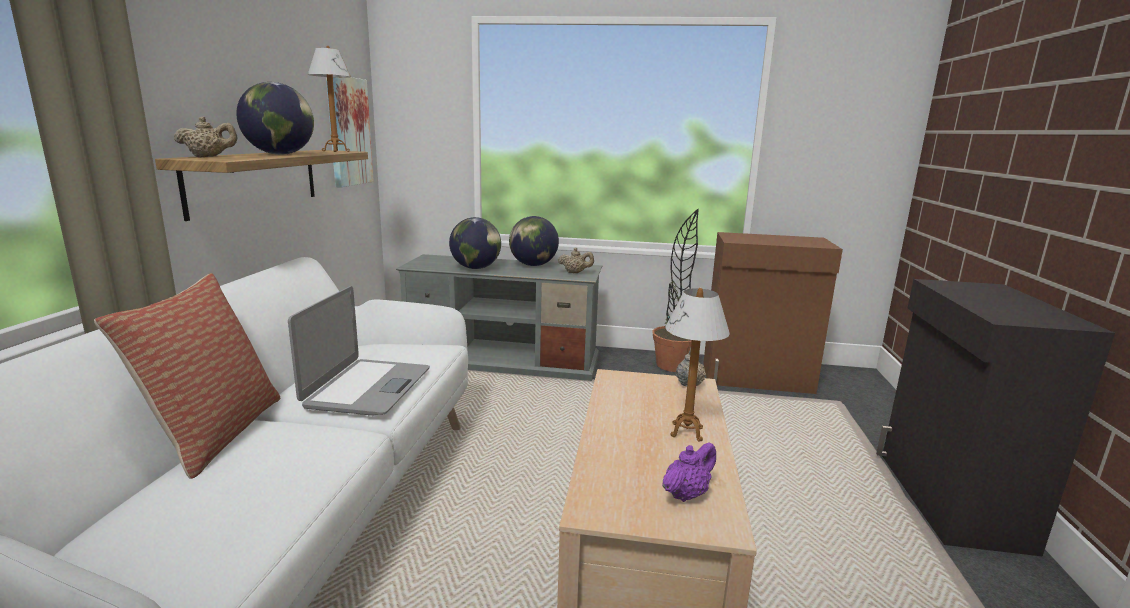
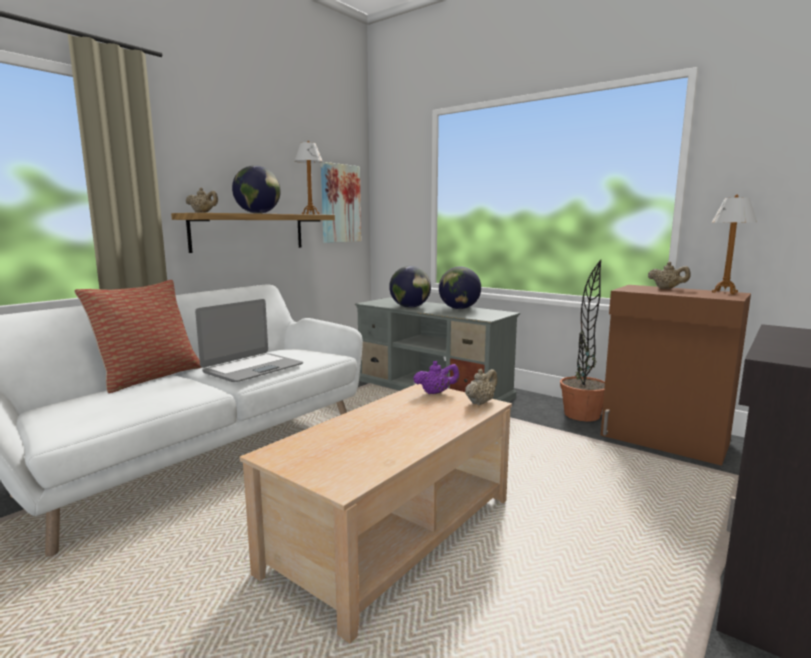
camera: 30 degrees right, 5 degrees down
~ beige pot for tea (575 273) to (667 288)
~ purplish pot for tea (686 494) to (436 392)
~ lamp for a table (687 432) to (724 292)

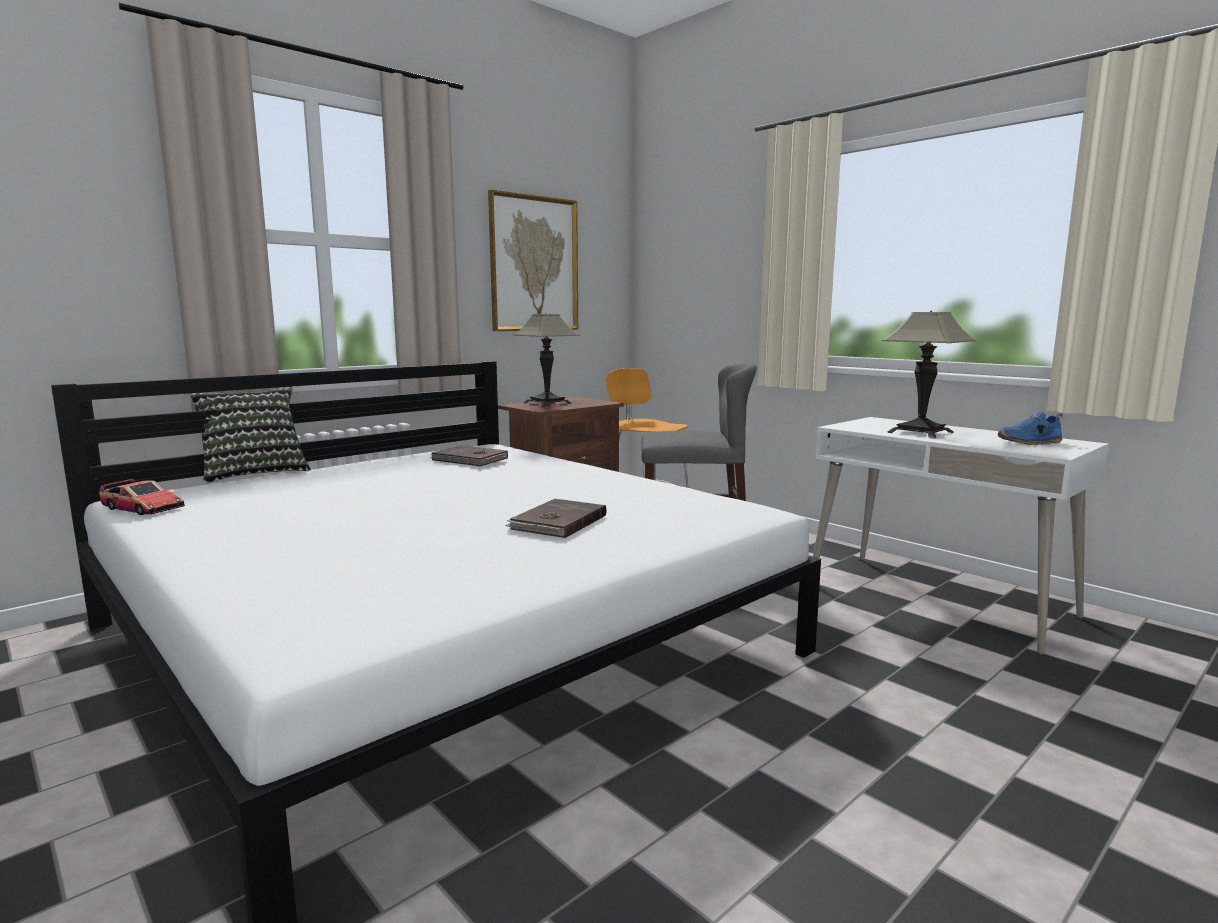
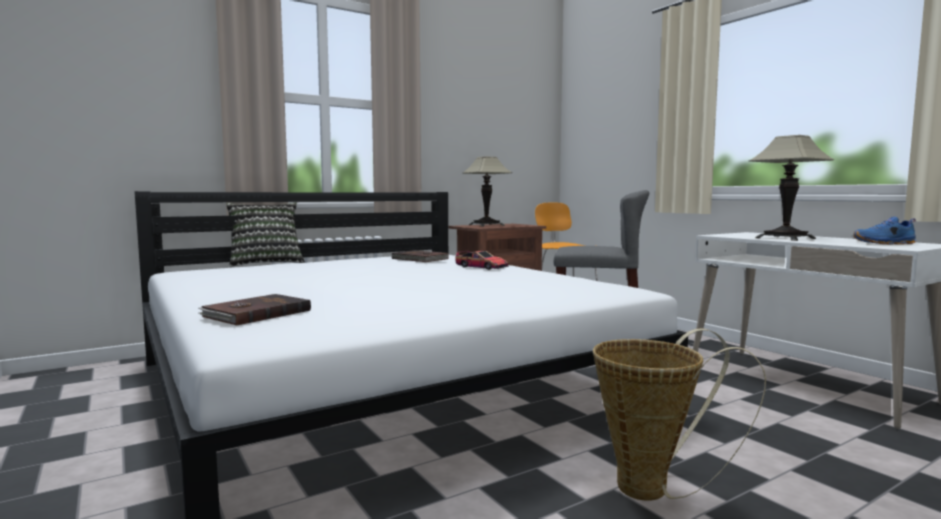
camera: 10 degrees right, 5 degrees down
- wall picture (534 264)
+ basket (654 489)
~ miniature car (143 508) to (482 267)
~ brownish bound book (557 522) to (256 313)

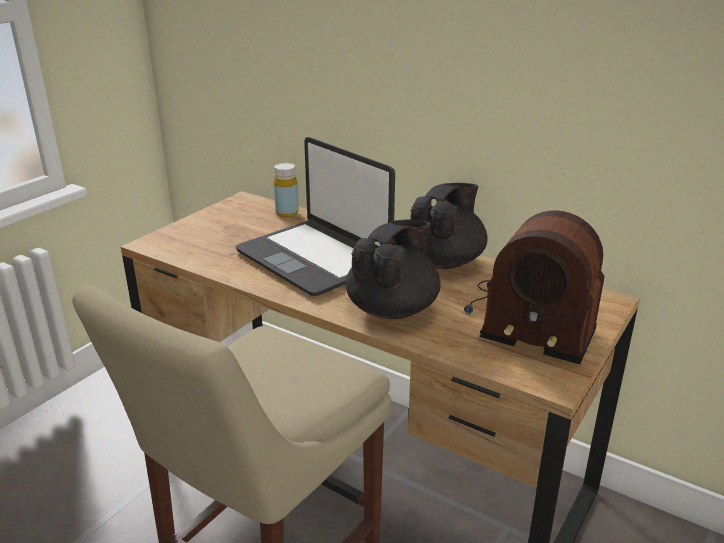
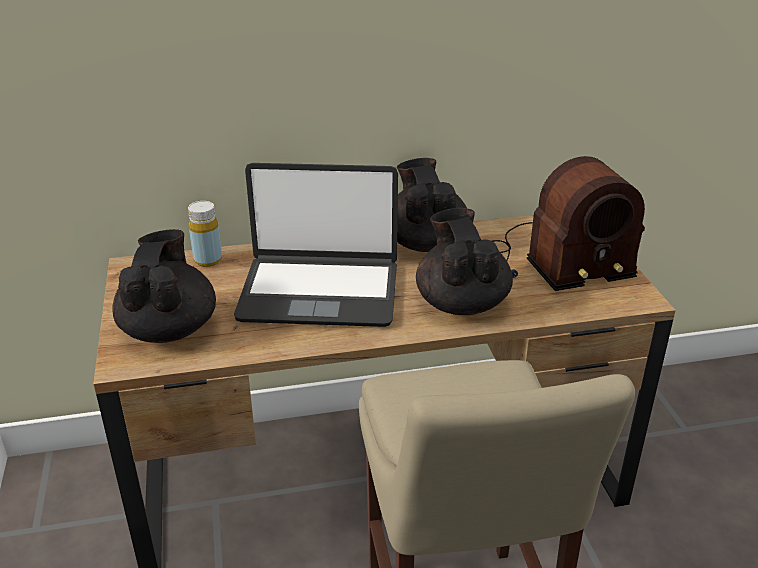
camera: 45 degrees left, 5 degrees up
+ black-coloured pot for tea (169 329)

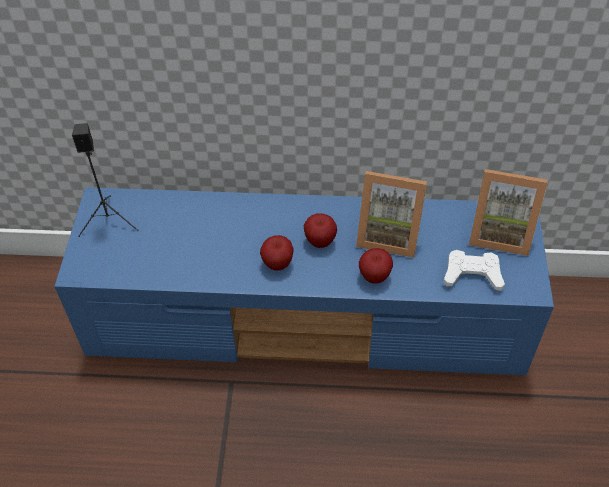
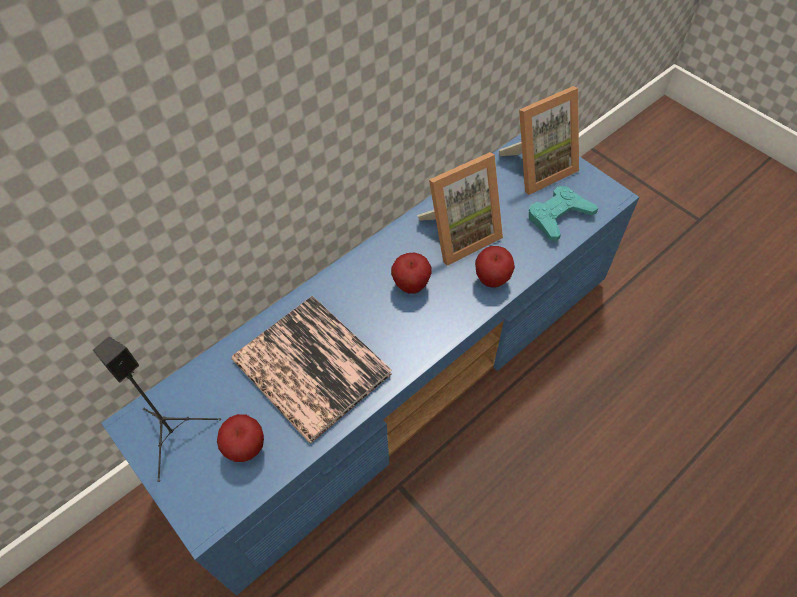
camera: 45 degrees left, 5 degrees up
+ bound book (311 367)
~ apple (277 264) to (246 448)
~ whitish gamepad (472 274) to turquoise gamepad (558 216)

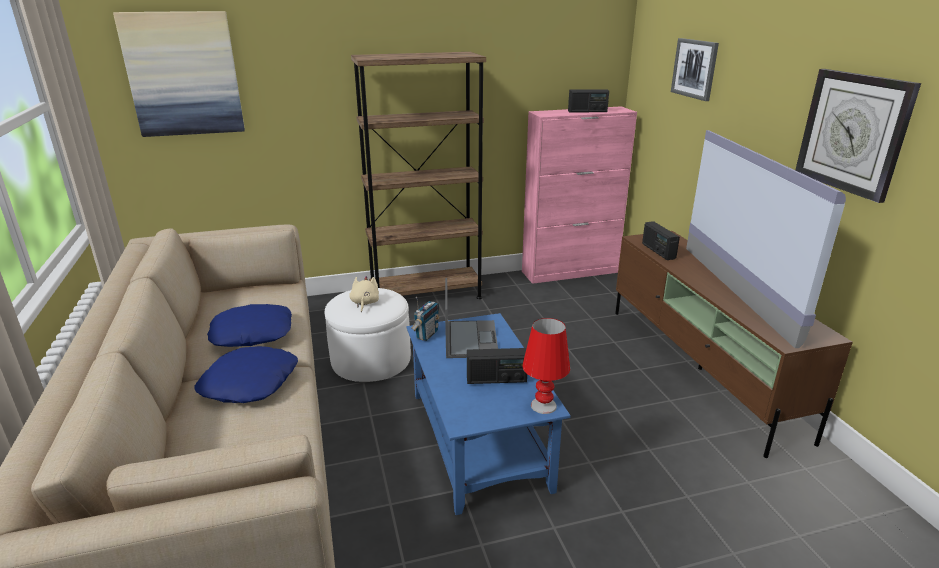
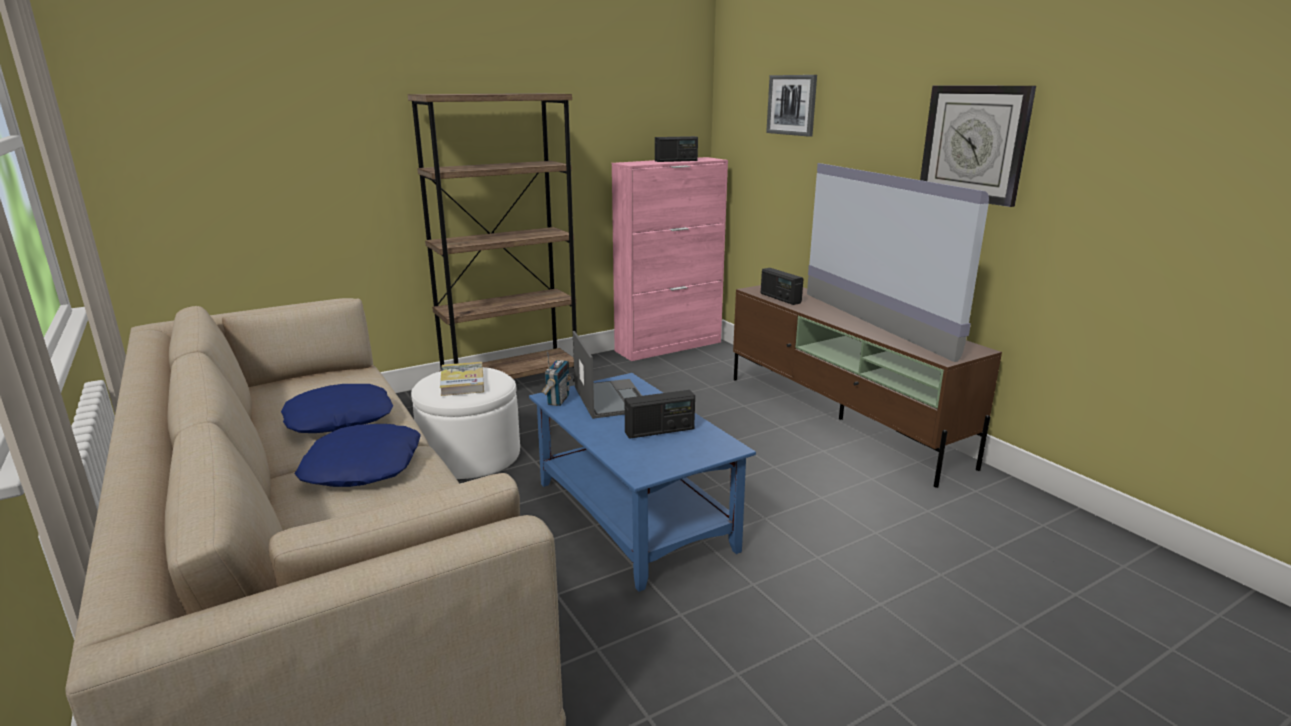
camera: 15 degrees left, 5 degrees down
- wall picture (183 74)
- red lamp for a table (543 406)
~ beige soft toy (364 303) to bound book (462 382)

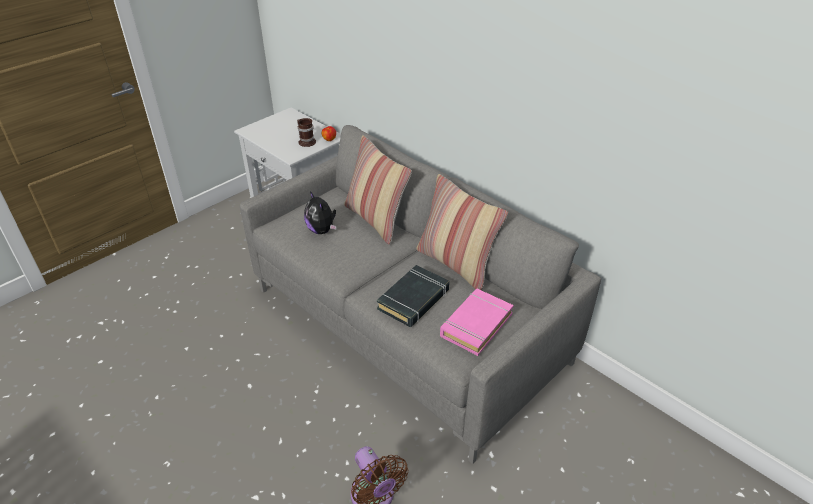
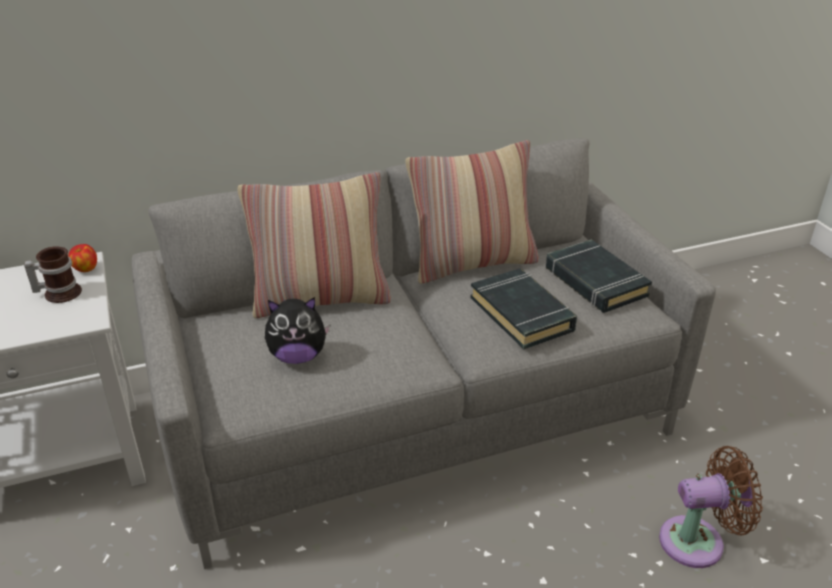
camera: 65 degrees left, 5 degrees down
~ pinkish bound book (476 325) to black-coloured bound book (594 282)

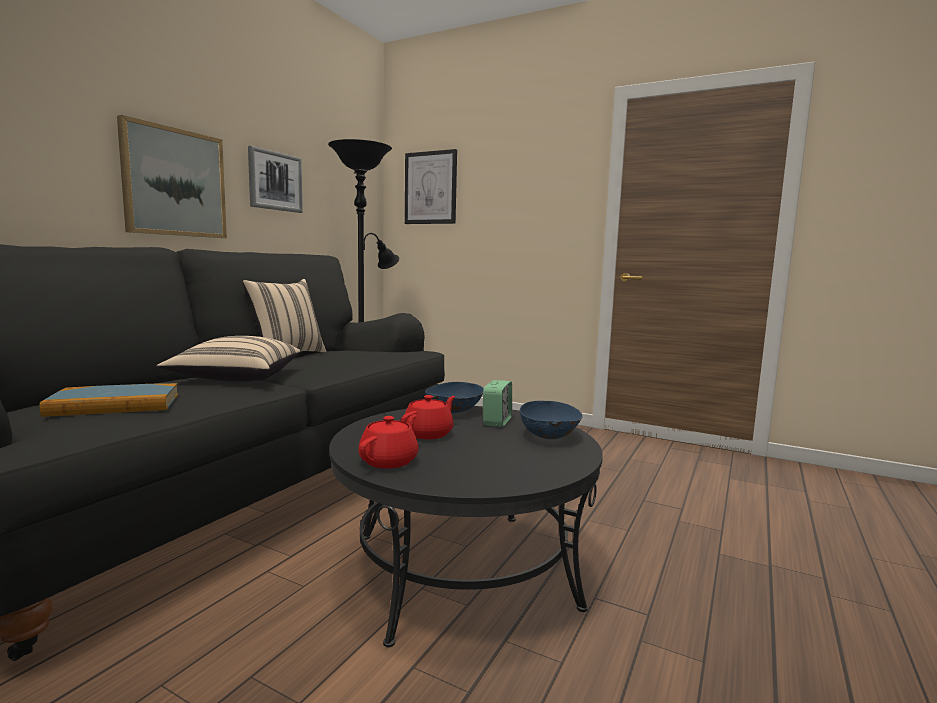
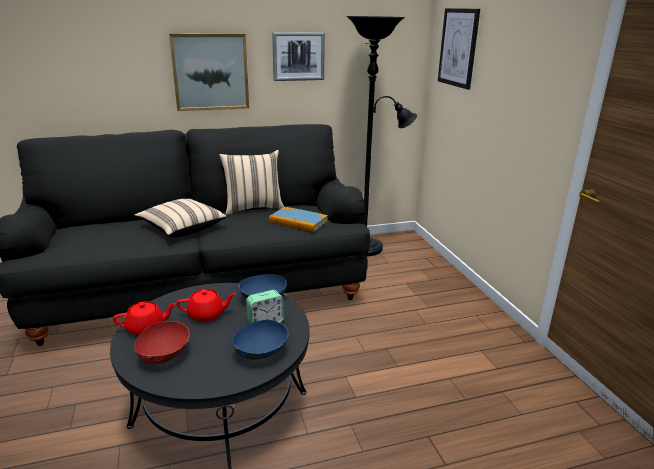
camera: 45 degrees right, 15 degrees up
+ red deep dish (164 356)
~ bound book (115 405) to (298 222)

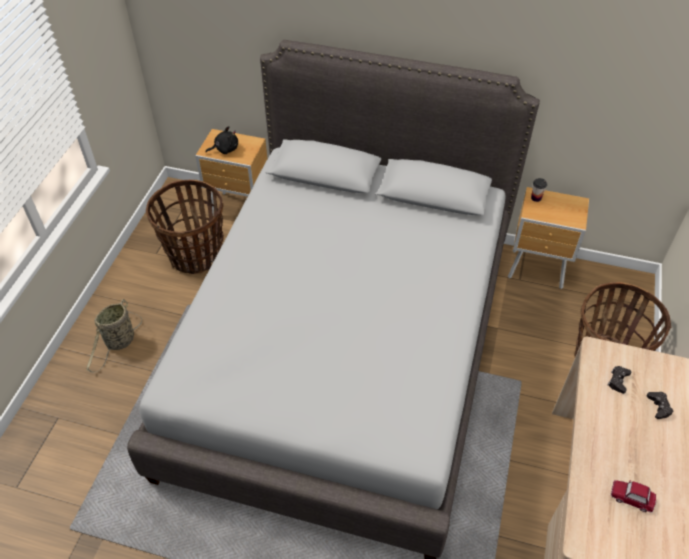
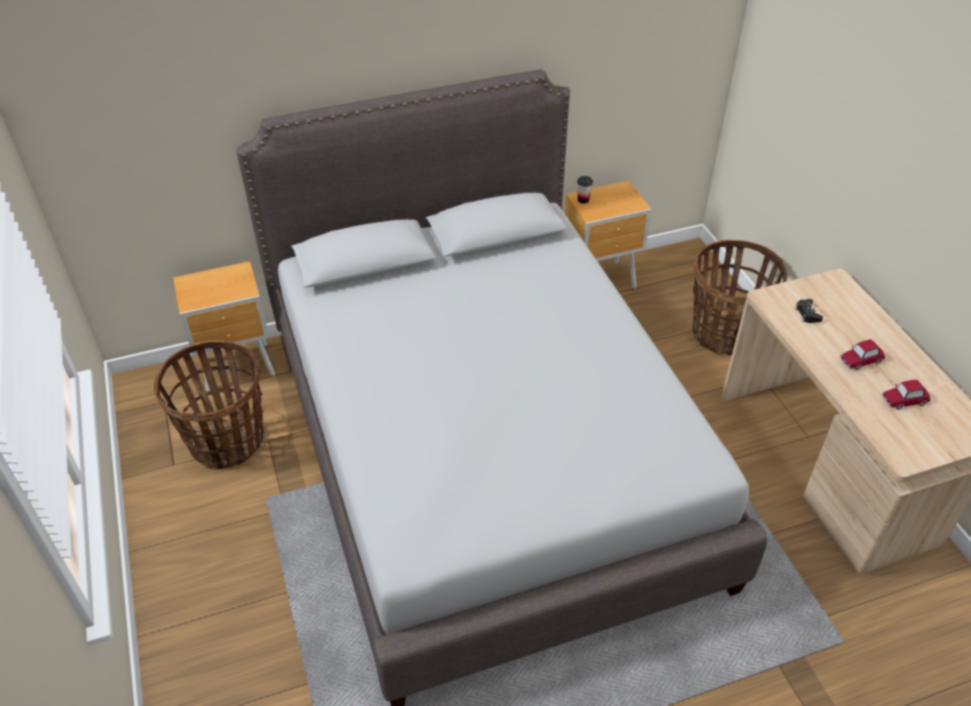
camera: 35 degrees left, 5 degrees down
- basket (119 343)
- black-coloured soft toy (225 149)
- black-coloured gamepad (659 407)
+ miniature car (860 360)

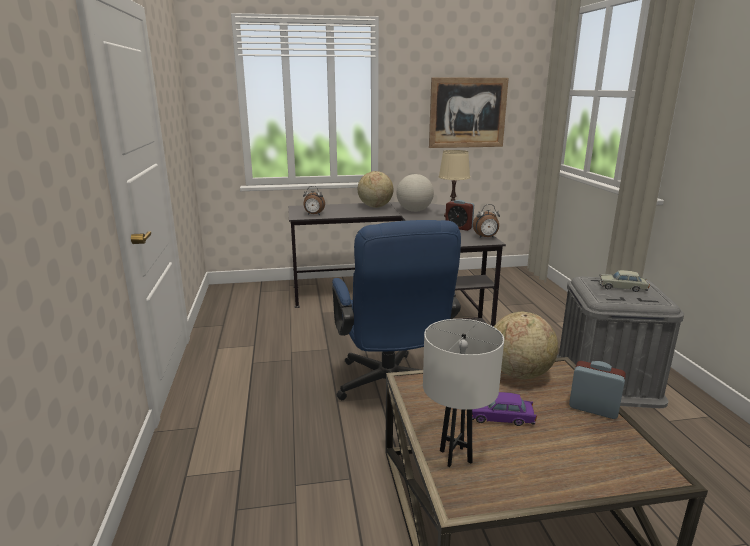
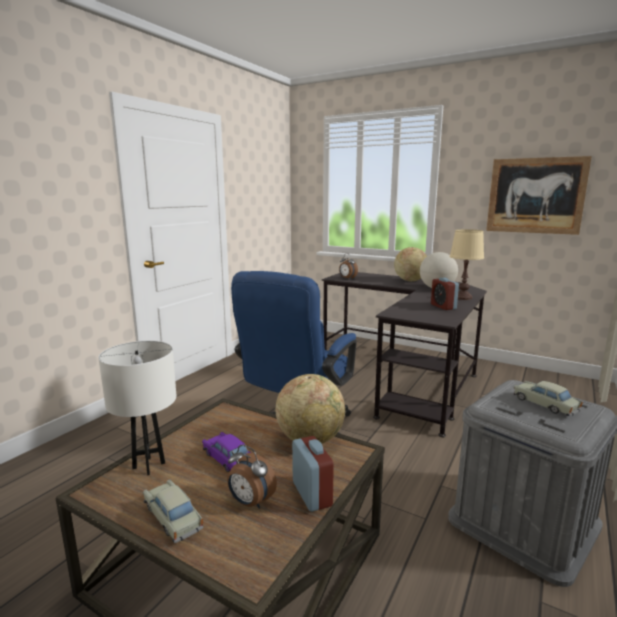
camera: 40 degrees right, 5 degrees down
+ beige miniature car (172 517)
~ bedside clock (486 237) to (250 502)

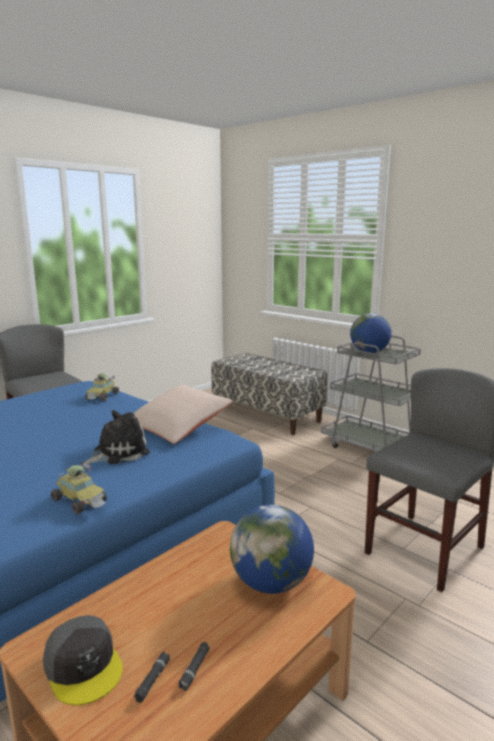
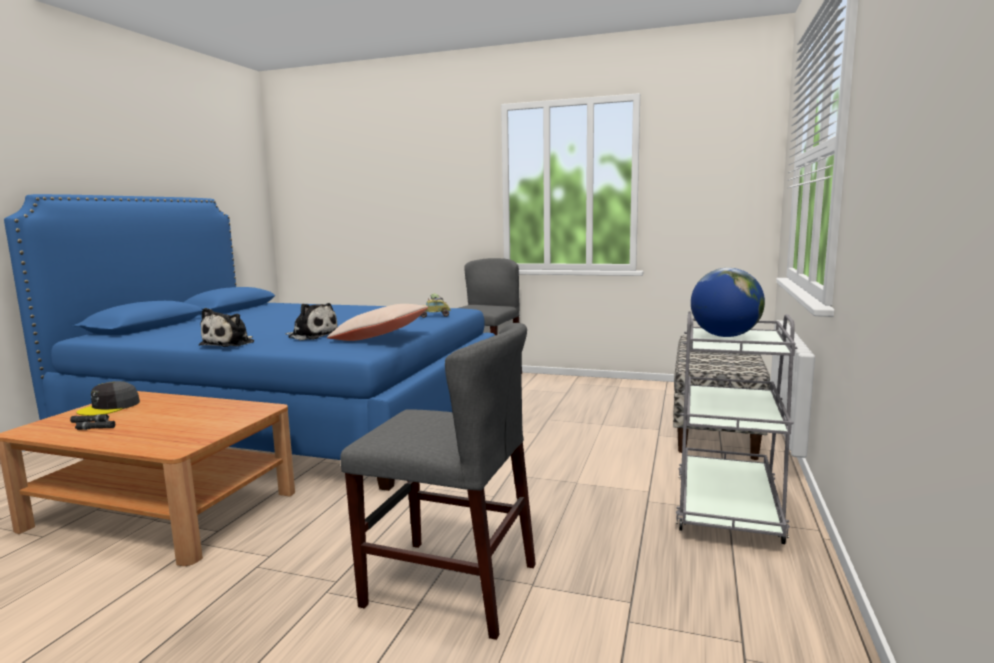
camera: 65 degrees right, 5 degrees down
- desk globe (271 583)
~ miniature car (81 500) to soft toy (230 343)

